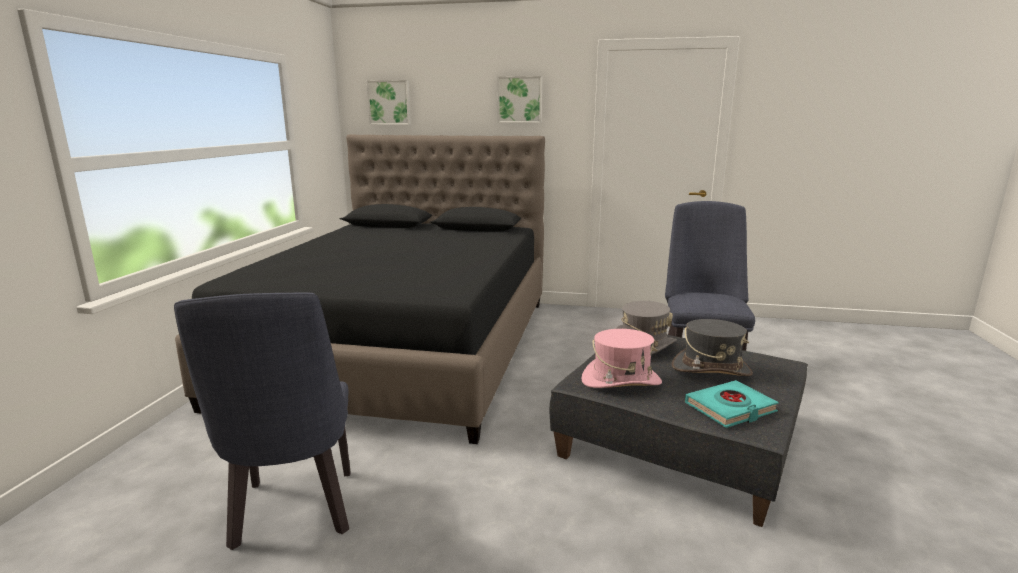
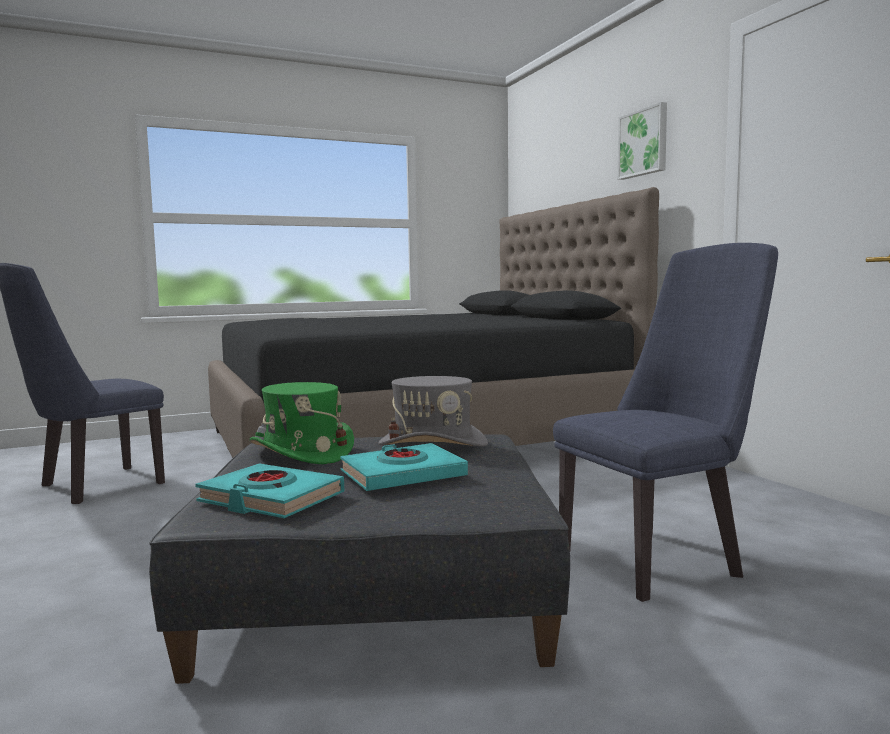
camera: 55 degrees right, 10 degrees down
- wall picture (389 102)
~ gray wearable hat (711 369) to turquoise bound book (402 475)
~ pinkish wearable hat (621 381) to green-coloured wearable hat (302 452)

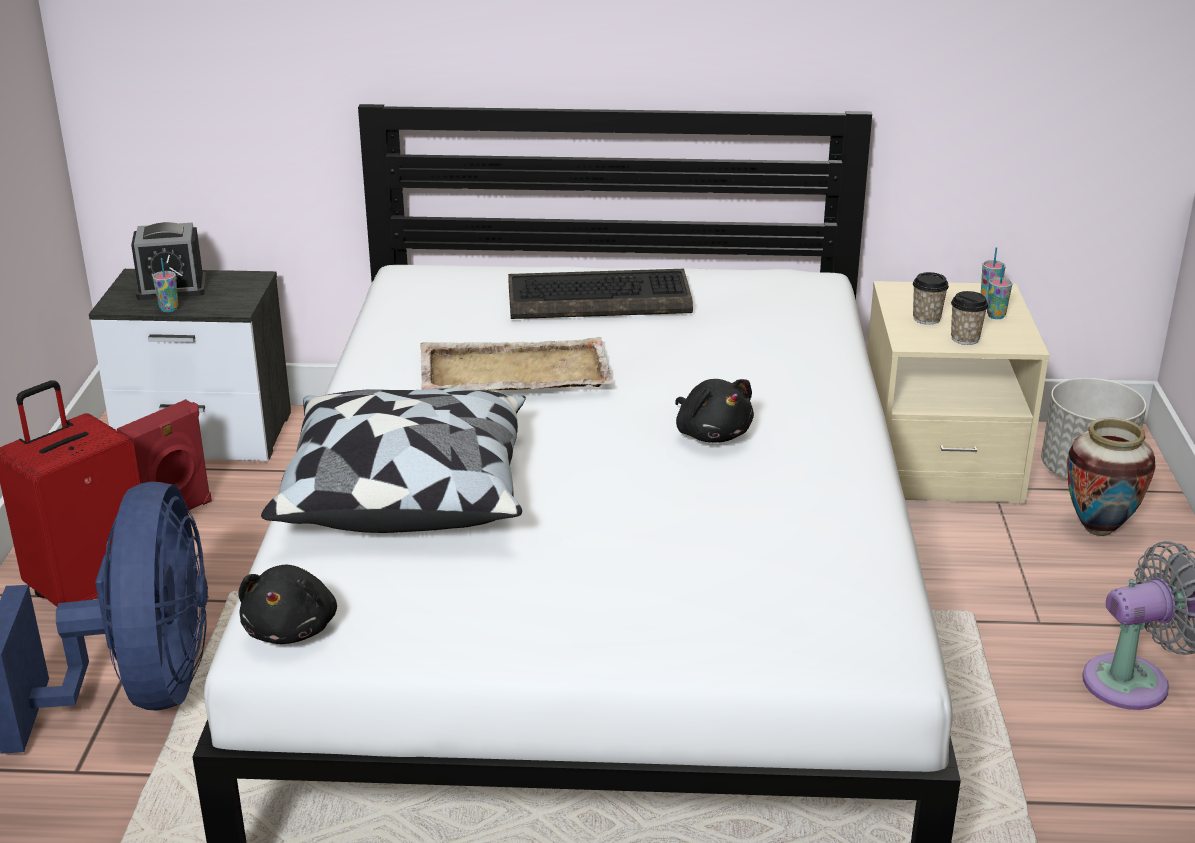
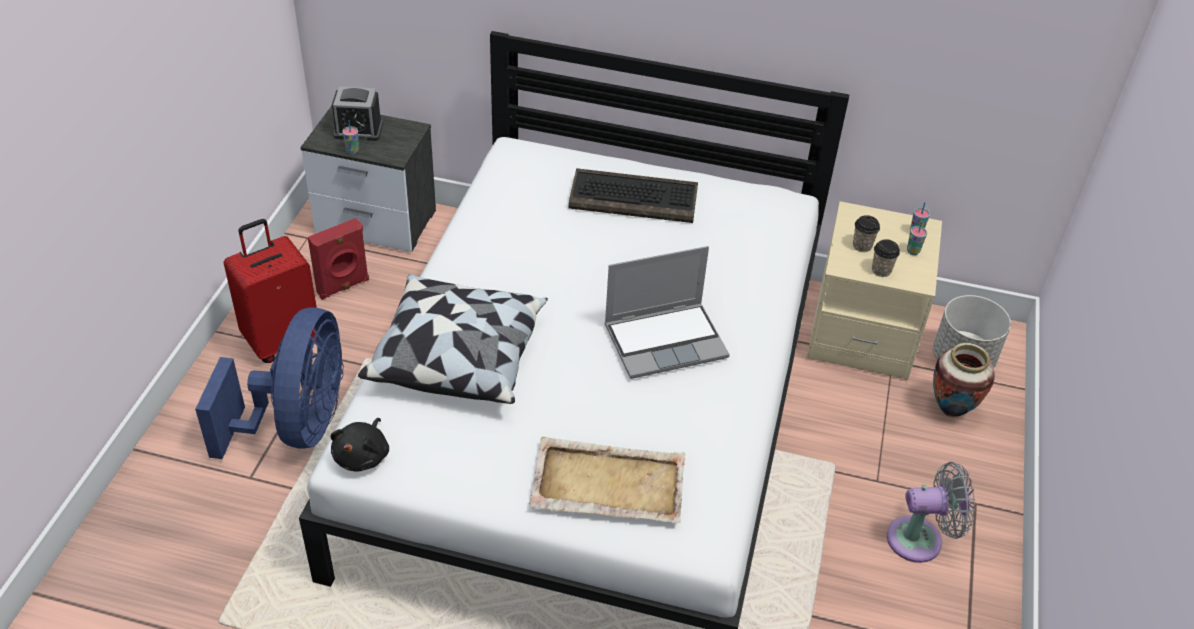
camera: 10 degrees right, 15 degrees up
~ beige serving tray (512 373) to (607 483)
~ black-coloured soft toy (712 434) to notebook computer (666 340)

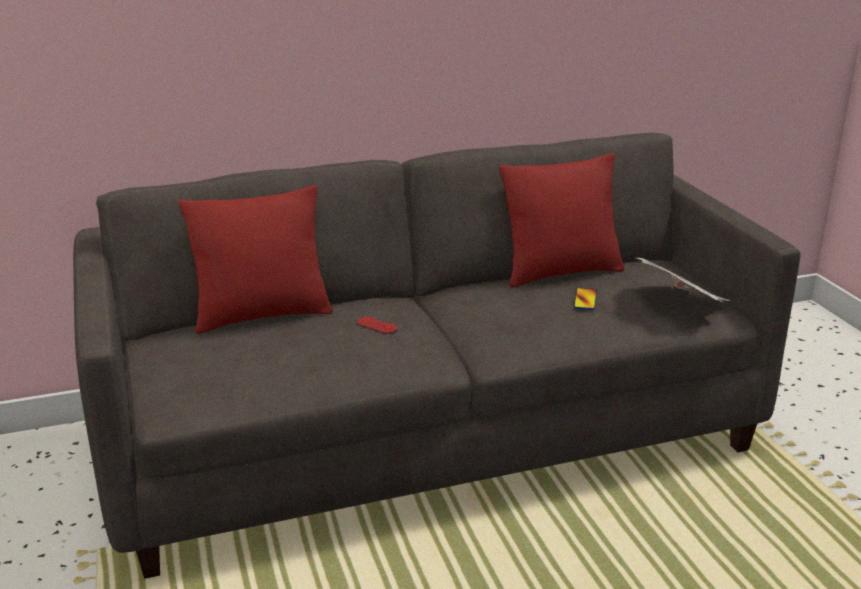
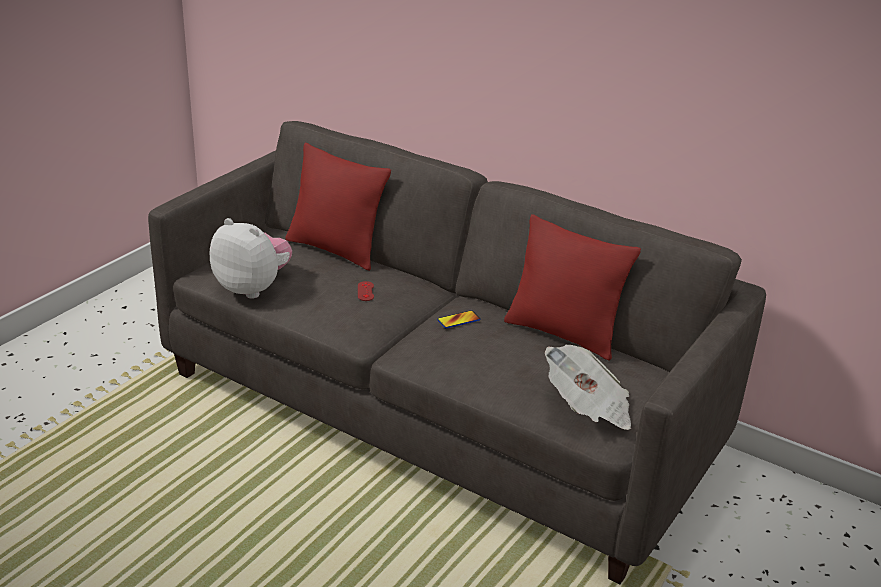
camera: 50 degrees right, 5 degrees up
+ soft toy (253 288)
~ handset (585 300) to (458 320)

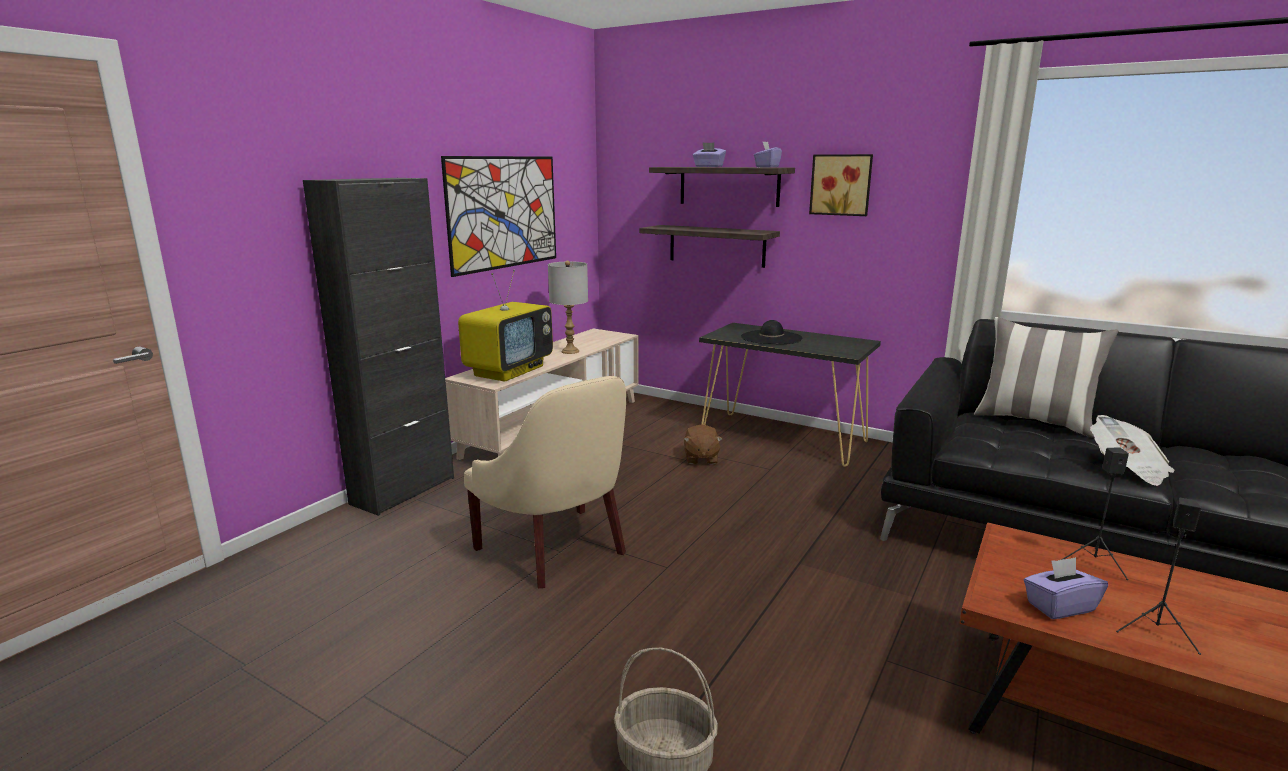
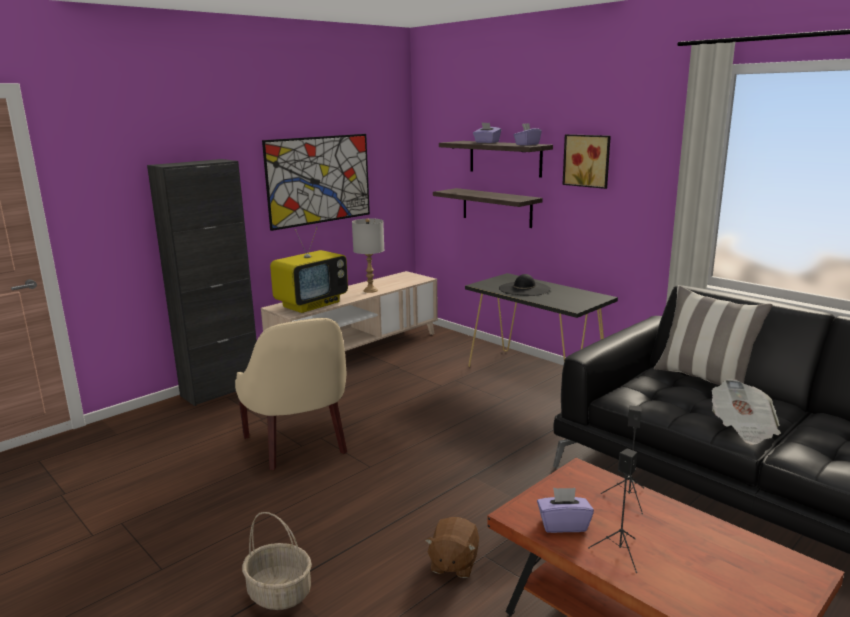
camera: 15 degrees right, 0 degrees up
~ brownish soft toy (701 459) to (453 563)

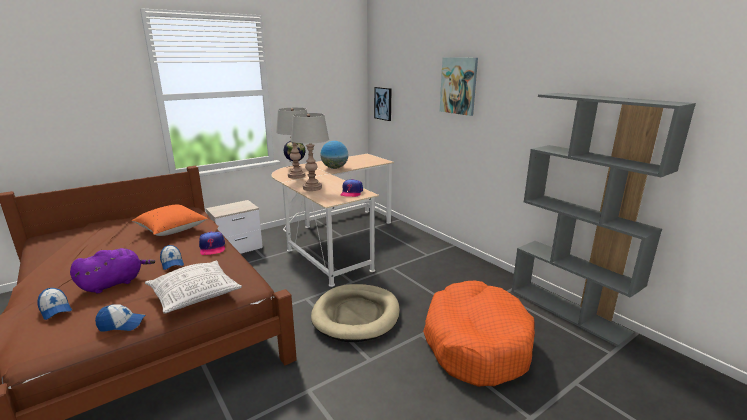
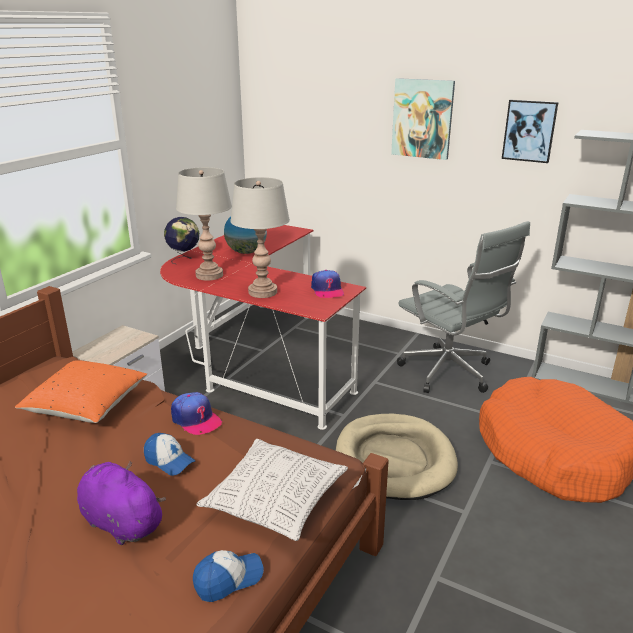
camera: 25 degrees left, 5 degrees up
- peaked cap (55 309)
+ gray computer chair (450 374)
~ wall picture (383 103) to (529 131)
~ beige desk unit (333 240) to red desk unit (258 360)
~ purplish soft toy (115 283) = (120 521) 75 degrees counterclockwise

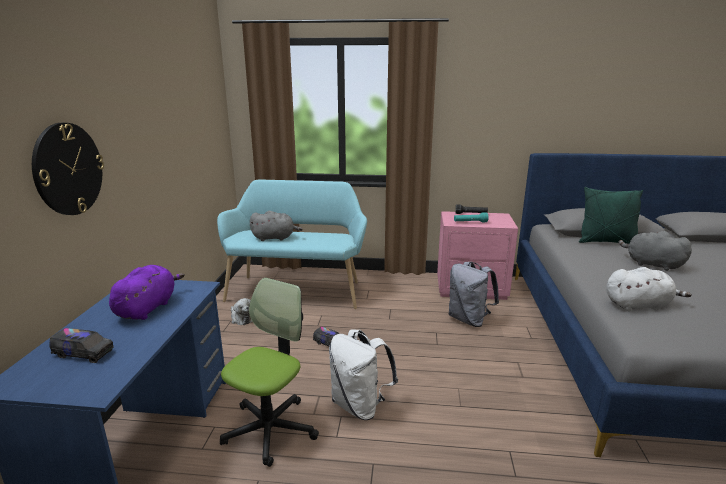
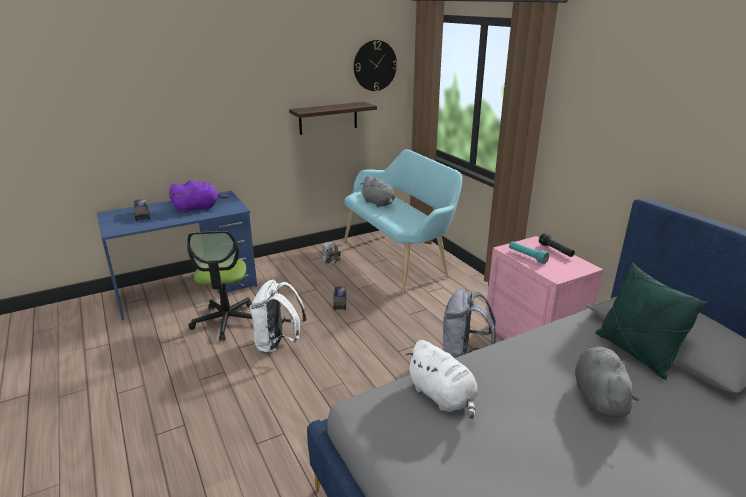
camera: 55 degrees right, 5 degrees up
+ bracket shelf (328 118)
~ hanging clock (68 169) to (375 65)
~ computer chair (270 429) = (227 321) 90 degrees clockwise

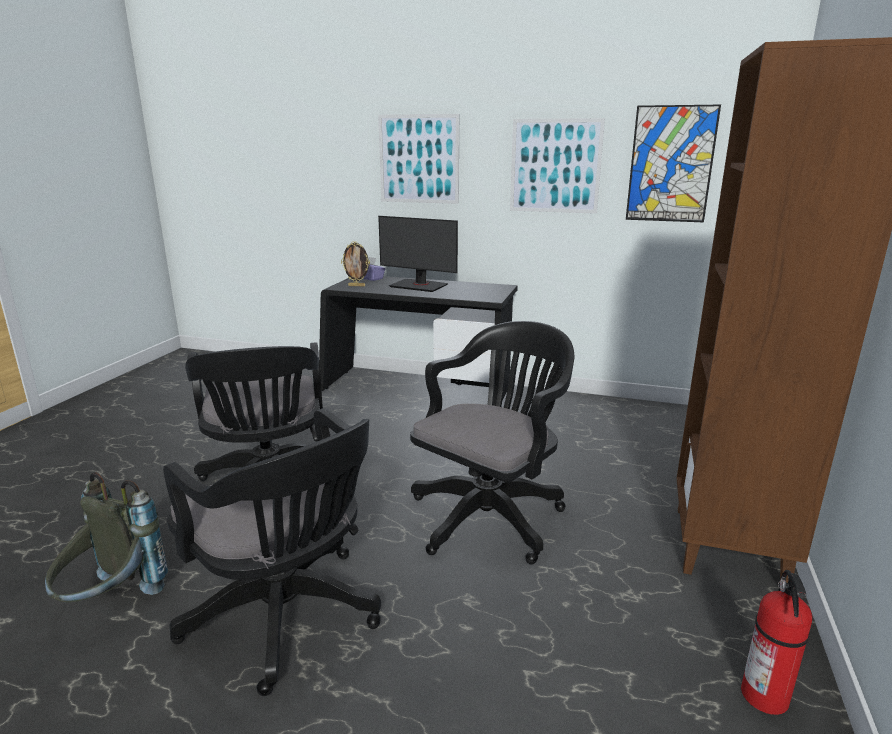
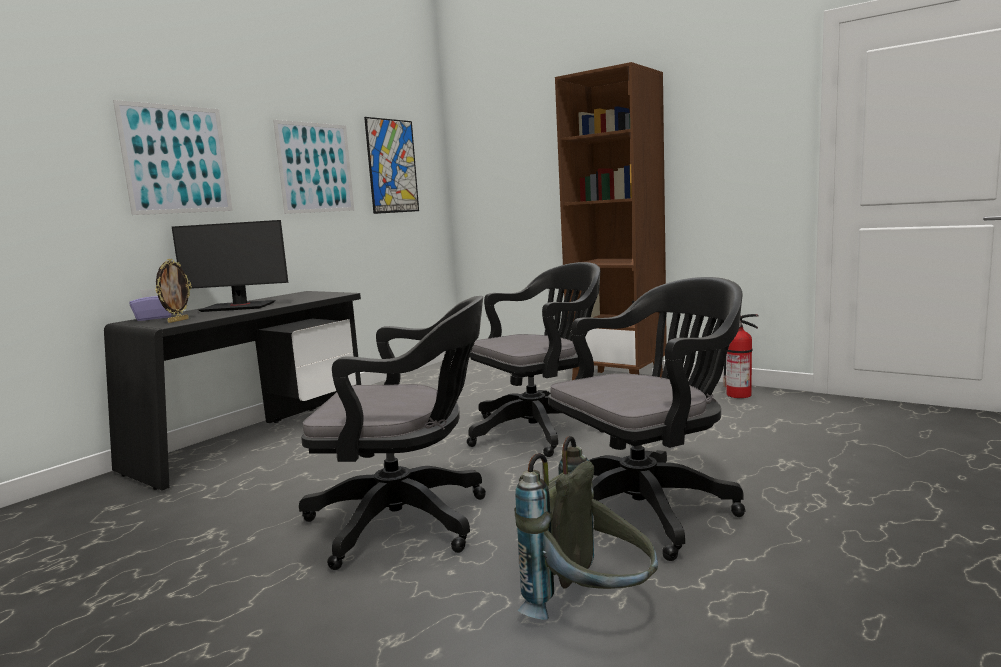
camera: 70 degrees left, 10 degrees down
~ monitor (419 286) = (238 307) 45 degrees clockwise
~ black-coloured computer chair (491 514) = (540 430) 90 degrees clockwise

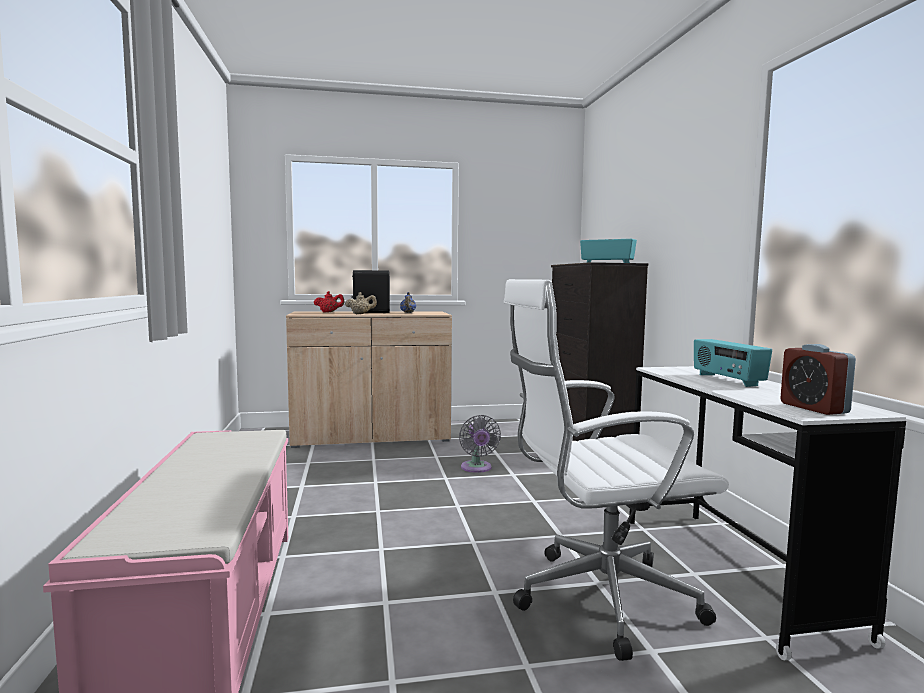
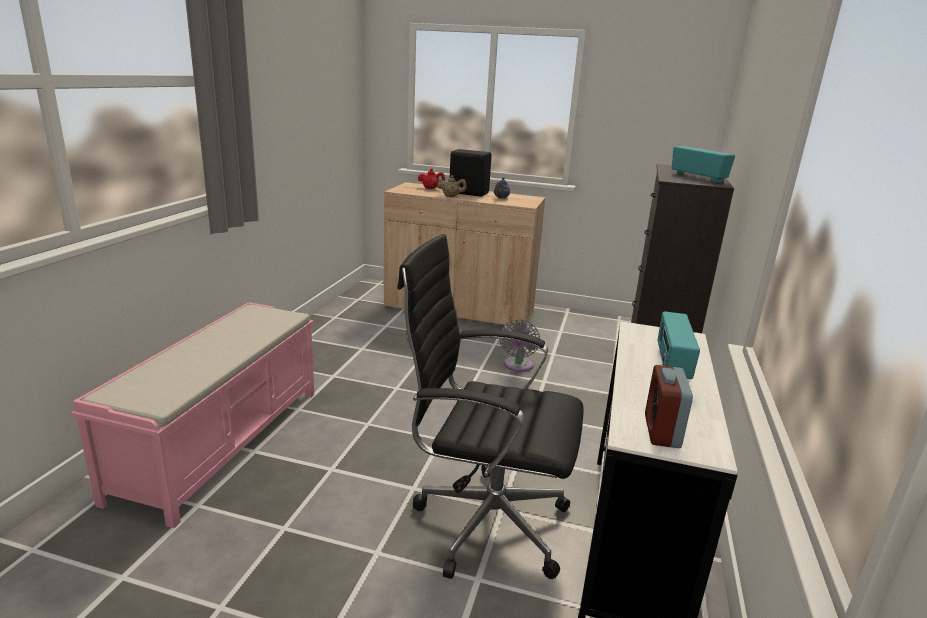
camera: 25 degrees right, 15 degrees up
~ whitish computer chair (597 599) to black-coloured computer chair (484 523)

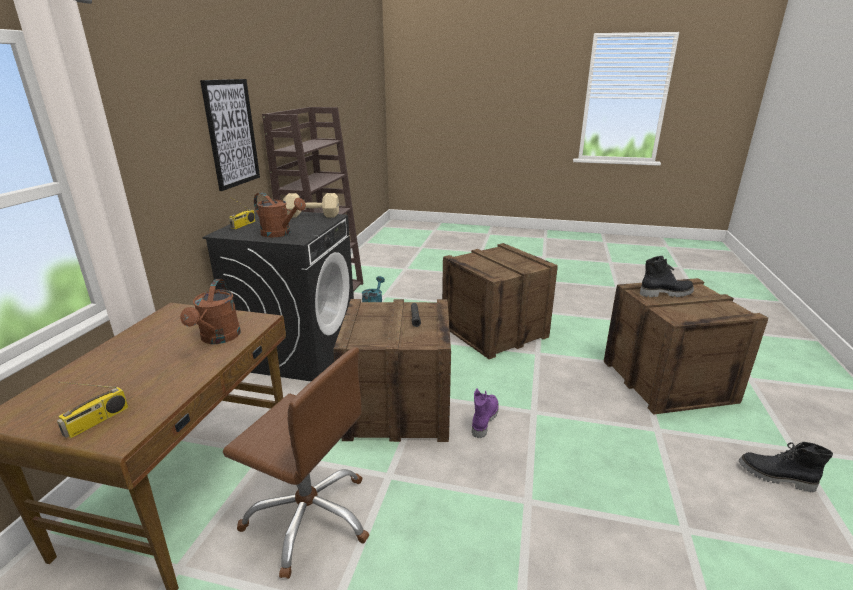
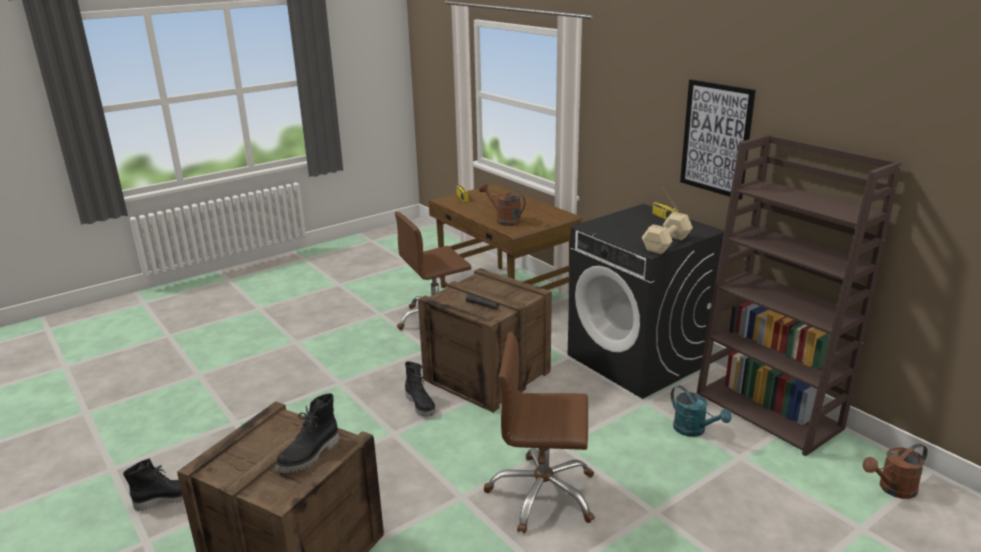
camera: 130 degrees right, 0 degrees up
~ brownish watering pot (280 234) to (892 489)
~ shipping crate (494 331) to brownish computer chair (542 494)
~ purplish boot (483 419) to black-coloured boot (421 405)

